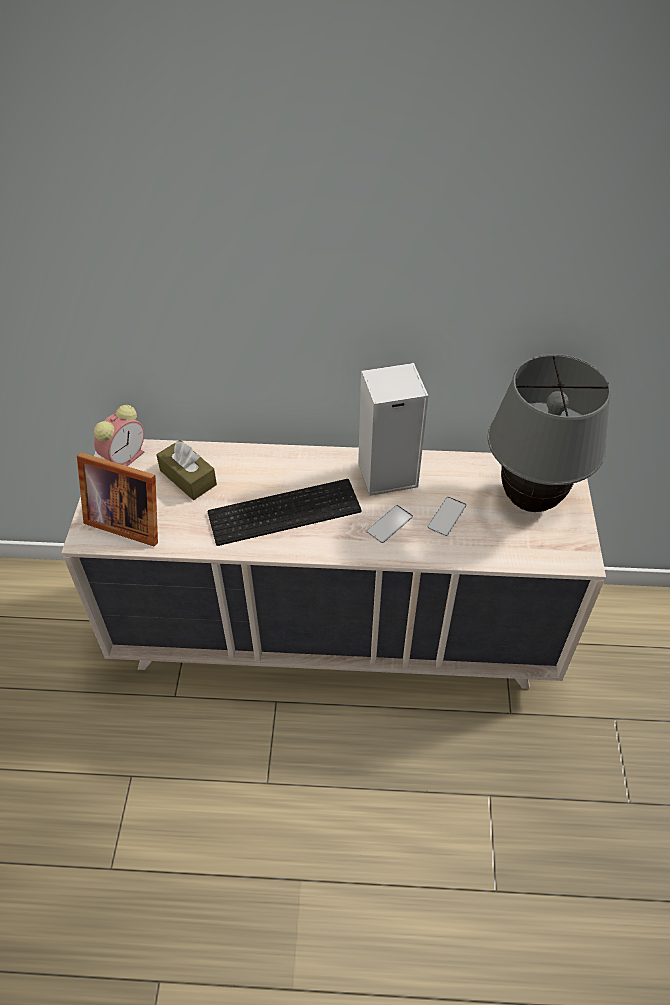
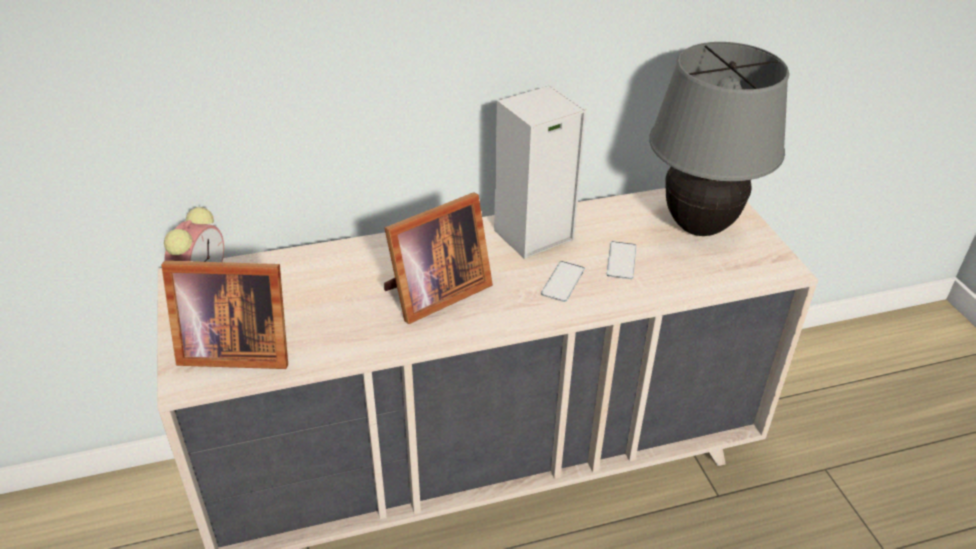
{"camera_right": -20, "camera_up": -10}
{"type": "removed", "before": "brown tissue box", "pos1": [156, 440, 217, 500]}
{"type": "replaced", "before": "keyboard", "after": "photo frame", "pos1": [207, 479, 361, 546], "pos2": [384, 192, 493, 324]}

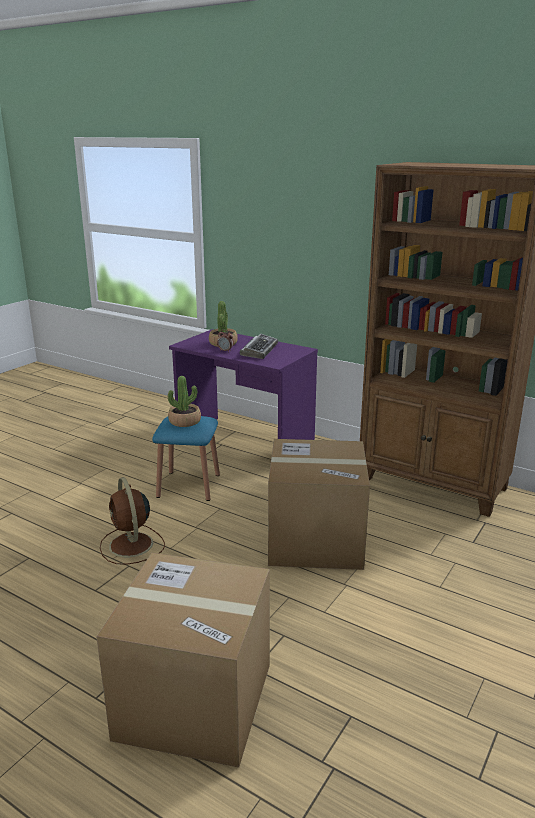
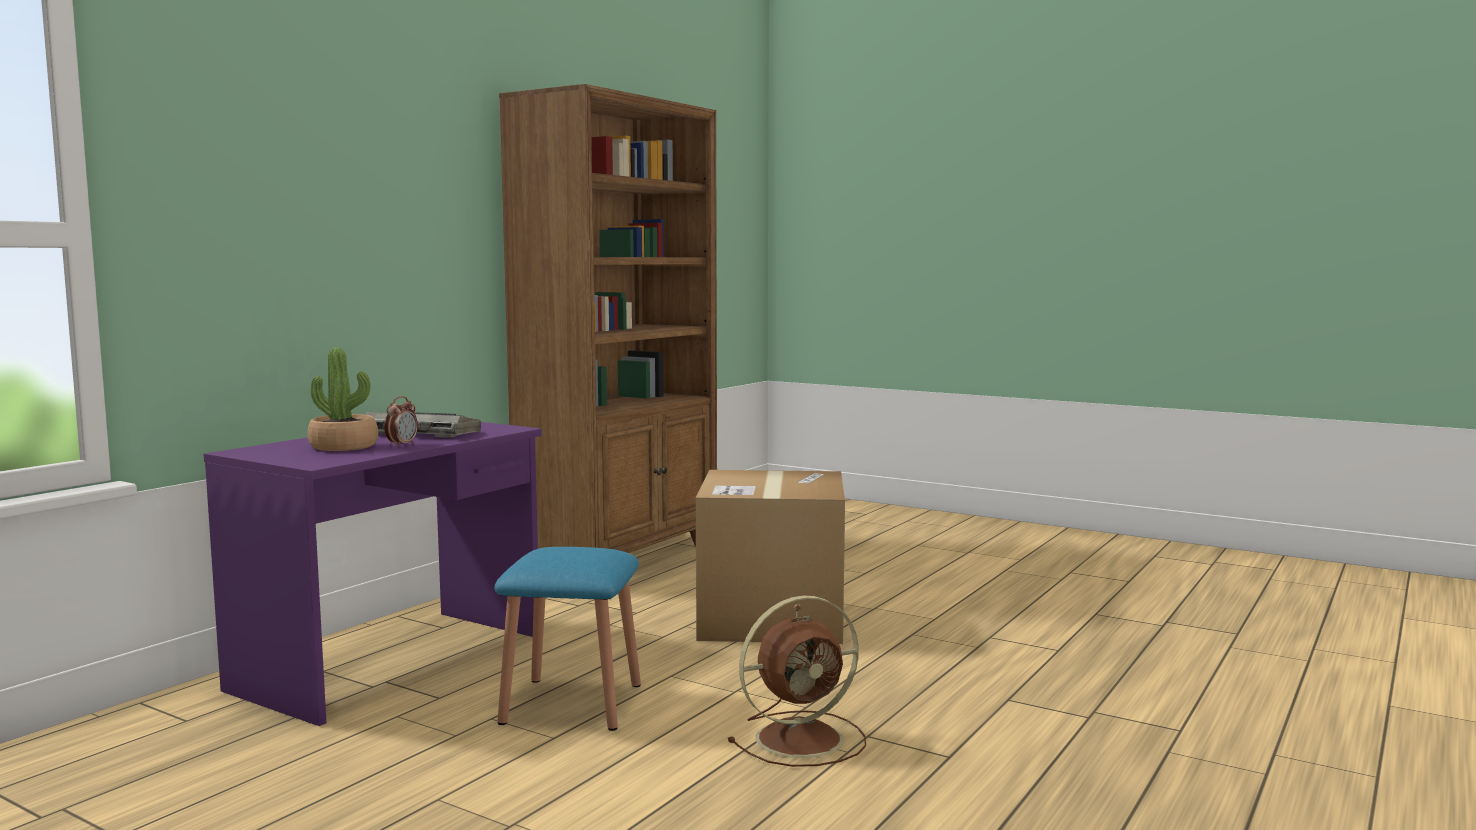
{"camera_right": -90, "camera_up": -15}
{"type": "removed", "before": "houseplant", "pos1": [168, 376, 201, 427]}
{"type": "removed", "before": "carton", "pos1": [96, 553, 270, 768]}

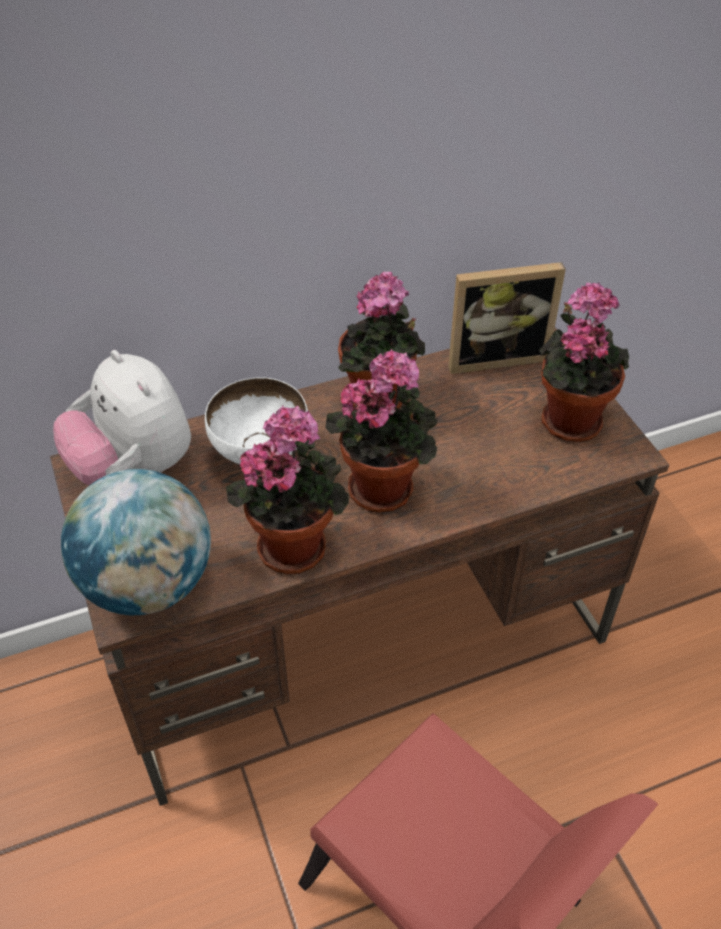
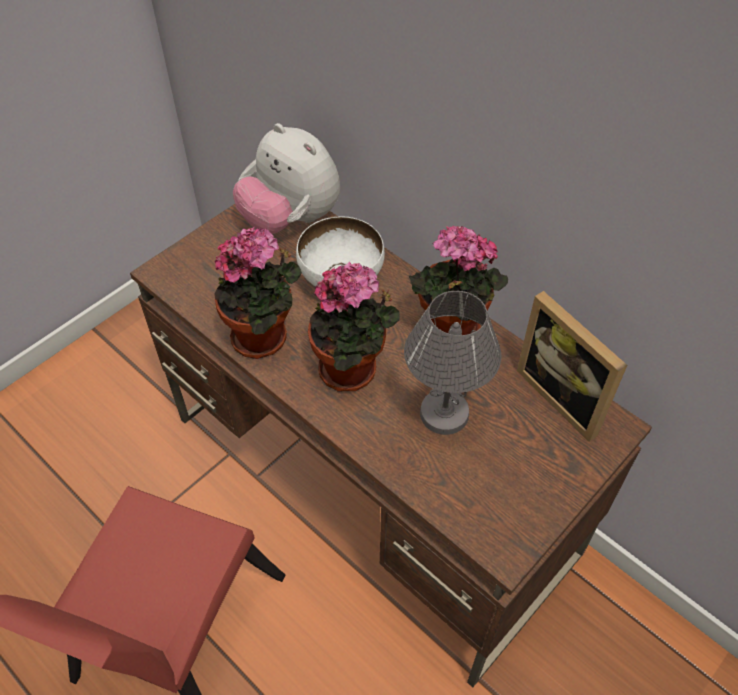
{"camera_right": 65, "camera_up": 5}
{"type": "removed", "before": "houseplant", "pos1": [539, 283, 629, 442]}
{"type": "turned", "before": "cuddly toy", "pos1": [53, 350, 191, 485], "pos2": [233, 123, 340, 234], "turn": -75}
{"type": "removed", "before": "world globe", "pos1": [61, 469, 211, 616]}
{"type": "added", "after": "gray table lamp", "pos2": [404, 291, 501, 435]}

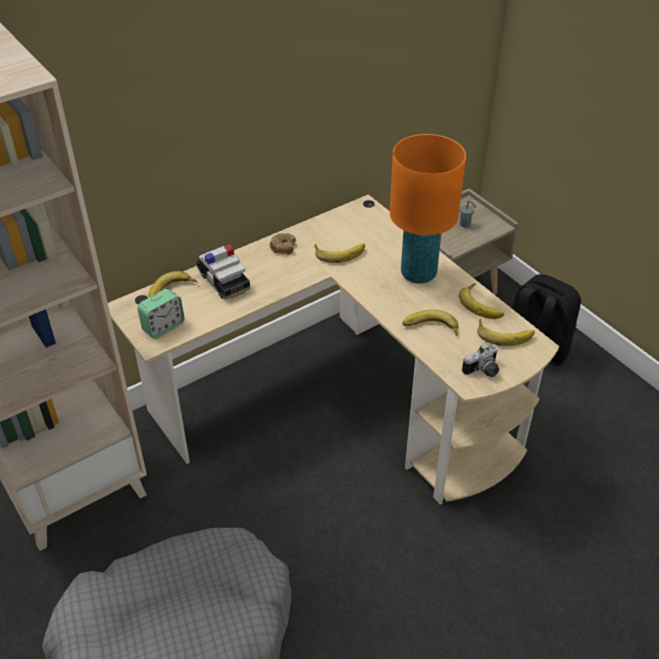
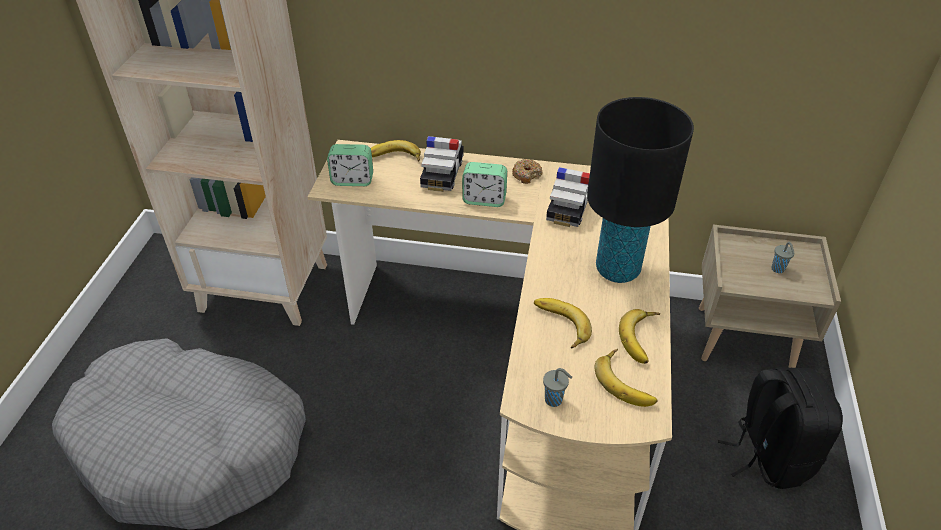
{"camera_right": 45, "camera_up": 0}
{"type": "recoloured", "before": "orange-coloured table lamp", "after": "black-coloured table lamp", "pos1": [390, 134, 466, 284], "pos2": [587, 97, 694, 283]}
{"type": "replaced", "before": "banana fruit", "after": "miniature car", "pos1": [314, 243, 365, 263], "pos2": [546, 167, 590, 227]}
{"type": "replaced", "before": "still camera", "after": "gray drinking cup", "pos1": [462, 344, 499, 377], "pos2": [543, 368, 572, 407]}
{"type": "added", "after": "bedside clock", "pos2": [462, 162, 507, 207]}

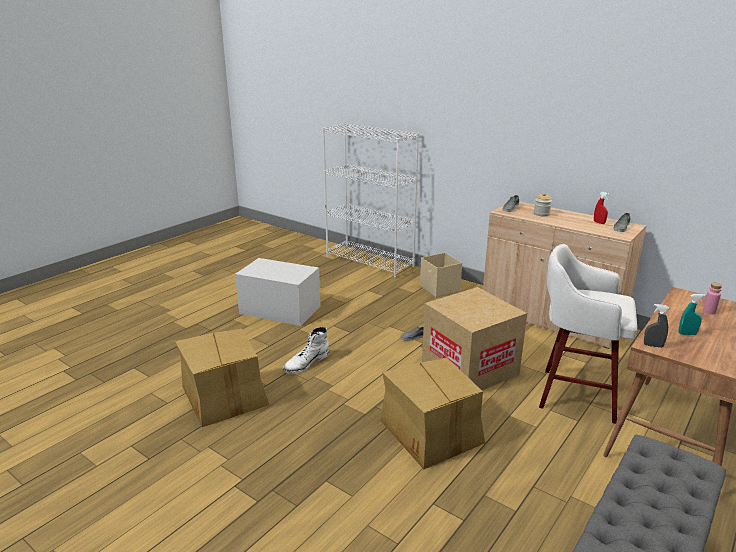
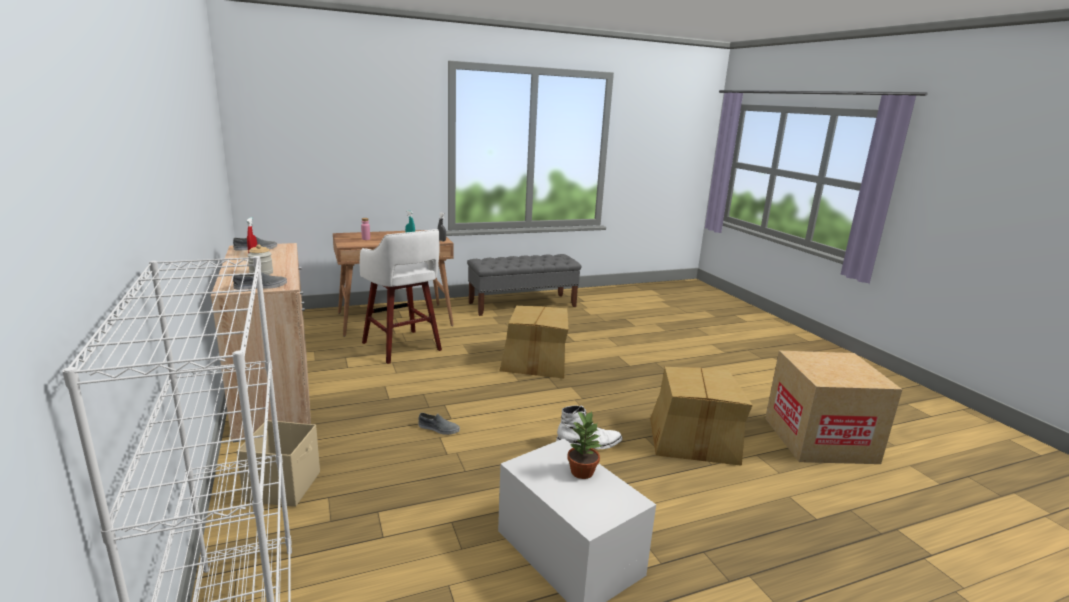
{"camera_right": -150, "camera_up": -5}
{"type": "moved", "before": "carton", "pos1": [422, 287, 527, 390], "pos2": [765, 351, 902, 464]}
{"type": "added", "after": "houseplant", "pos2": [567, 411, 603, 479]}

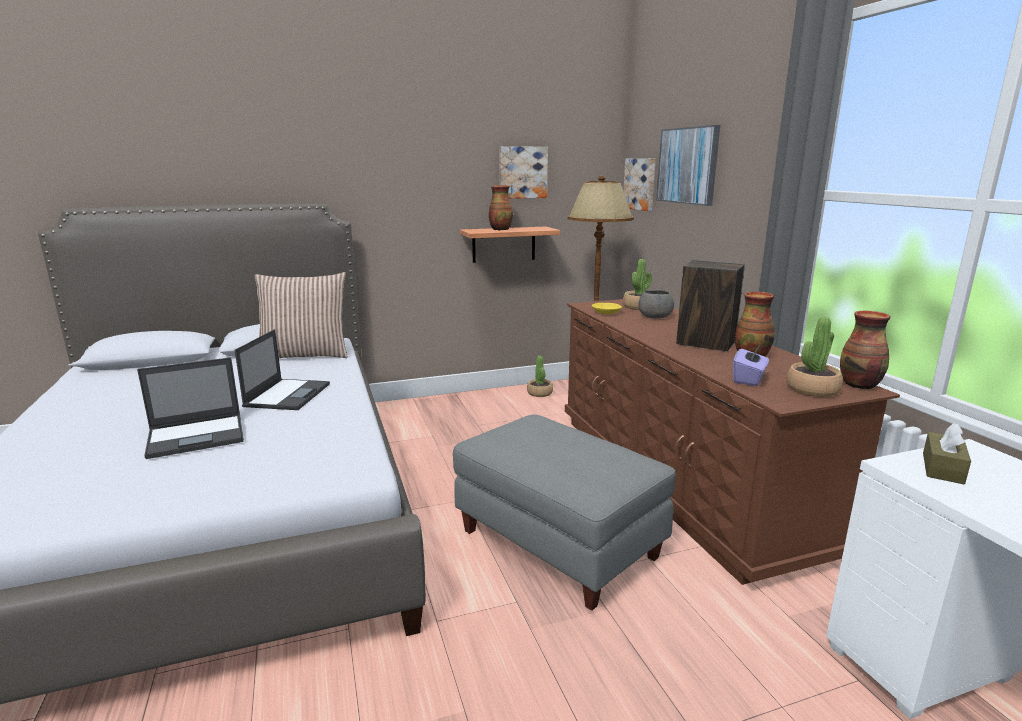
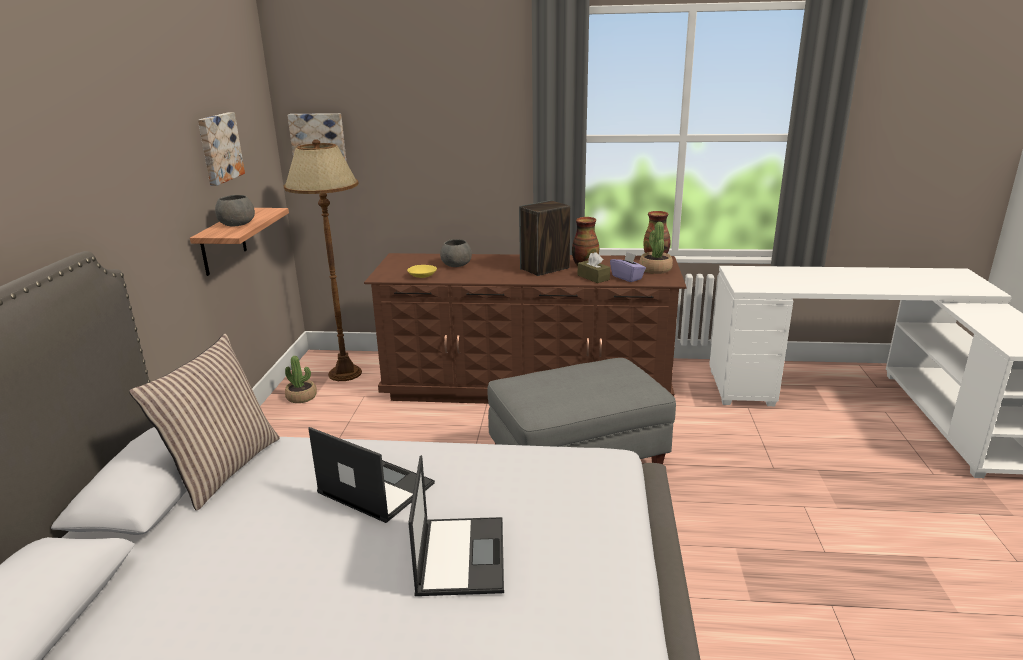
{"camera_right": -65, "camera_up": 5}
{"type": "removed", "before": "picture", "pos1": [656, 125, 720, 206]}
{"type": "replaced", "before": "flower vase", "after": "gray bowl", "pos1": [489, 185, 513, 230], "pos2": [215, 195, 255, 226]}
{"type": "removed", "before": "houseplant", "pos1": [623, 259, 652, 310]}
{"type": "moved", "before": "brown tissue box", "pos1": [923, 423, 971, 484], "pos2": [578, 252, 610, 283]}

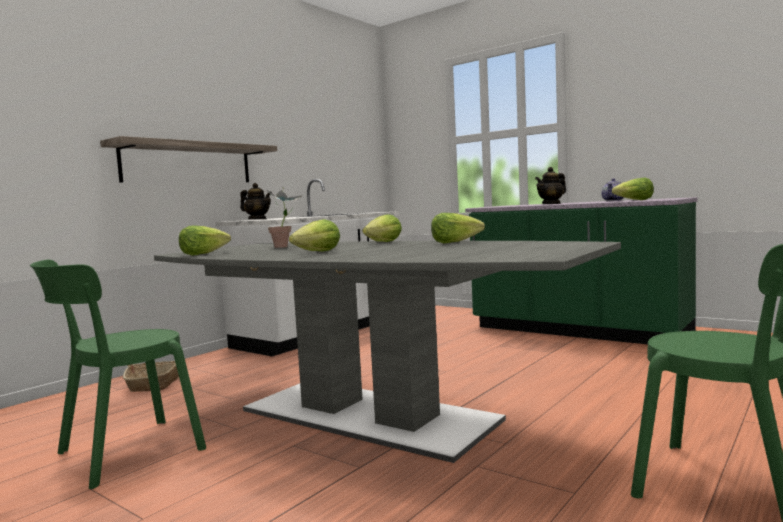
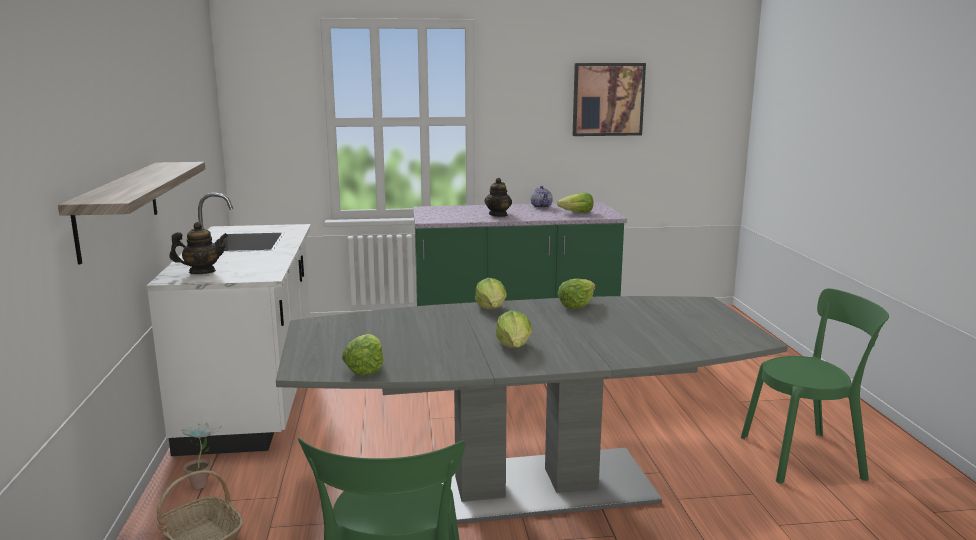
{"camera_right": -45, "camera_up": 10}
{"type": "moved", "before": "houseplant", "pos1": [267, 187, 303, 248], "pos2": [181, 423, 222, 489]}
{"type": "added", "after": "picture", "pos2": [573, 63, 646, 136]}

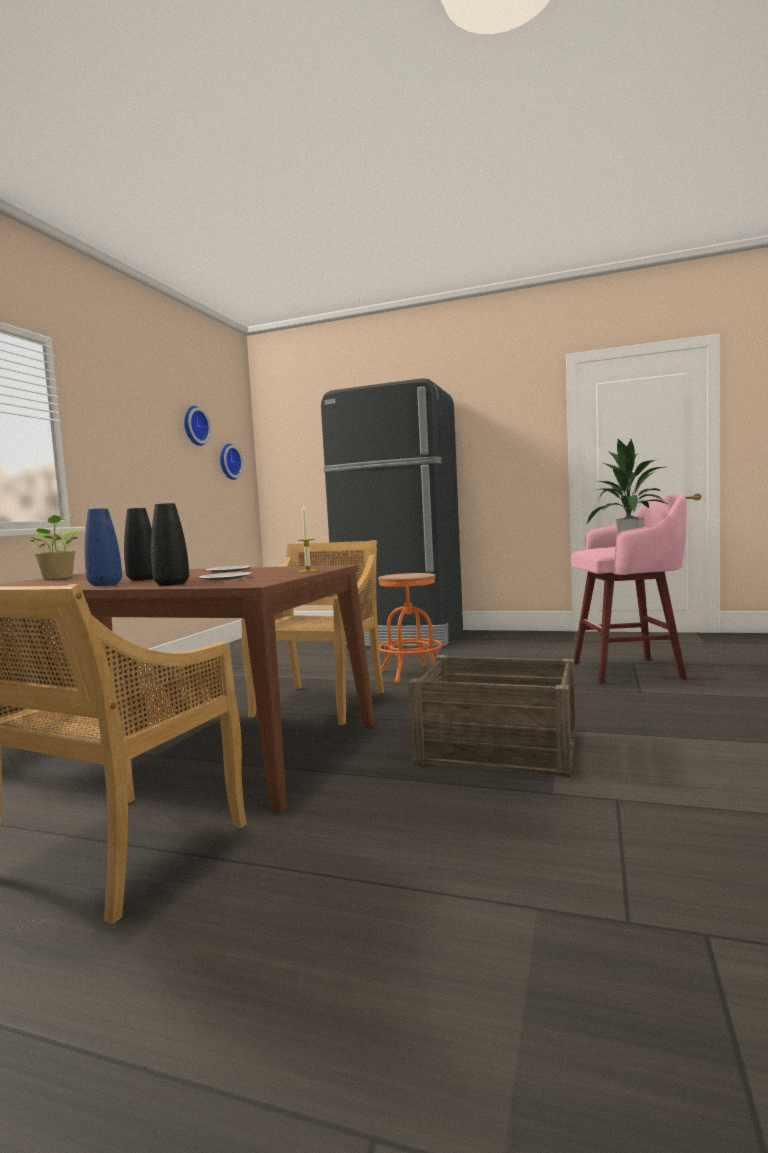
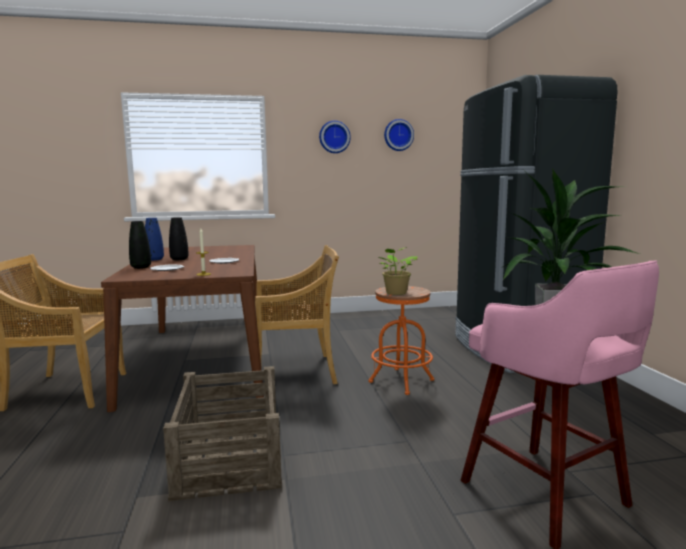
{"camera_right": 60, "camera_up": 5}
{"type": "moved", "before": "clock on the wall", "pos1": [220, 444, 243, 480], "pos2": [319, 121, 351, 153]}
{"type": "moved", "before": "houseplant", "pos1": [26, 515, 82, 579], "pos2": [378, 247, 418, 295]}

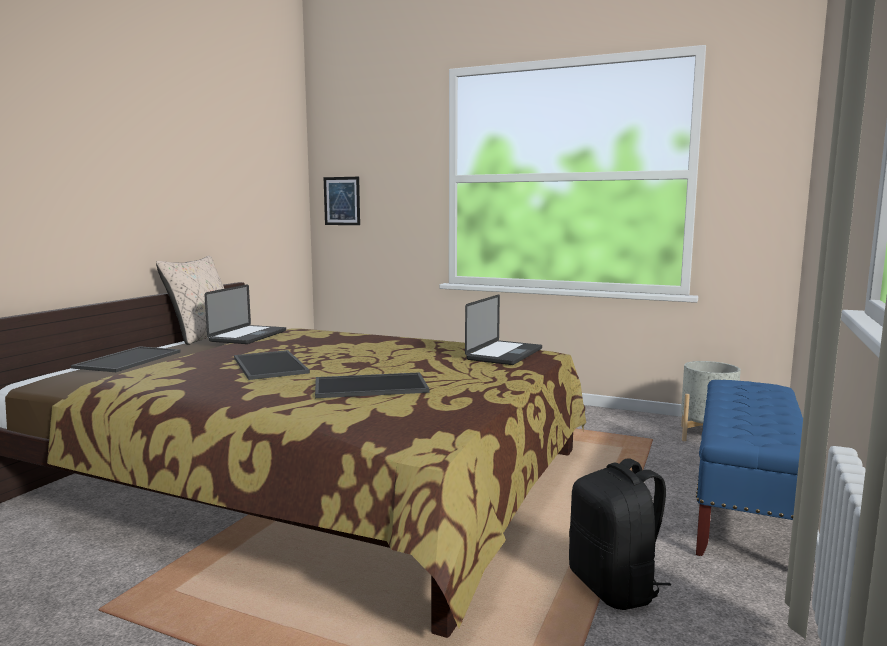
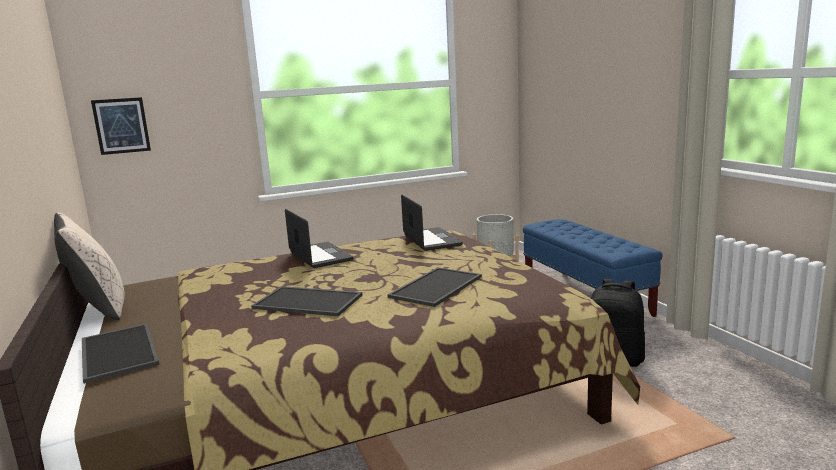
{"camera_right": -45, "camera_up": 5}
{"type": "moved", "before": "laptop", "pos1": [205, 284, 286, 344], "pos2": [285, 209, 353, 268]}

